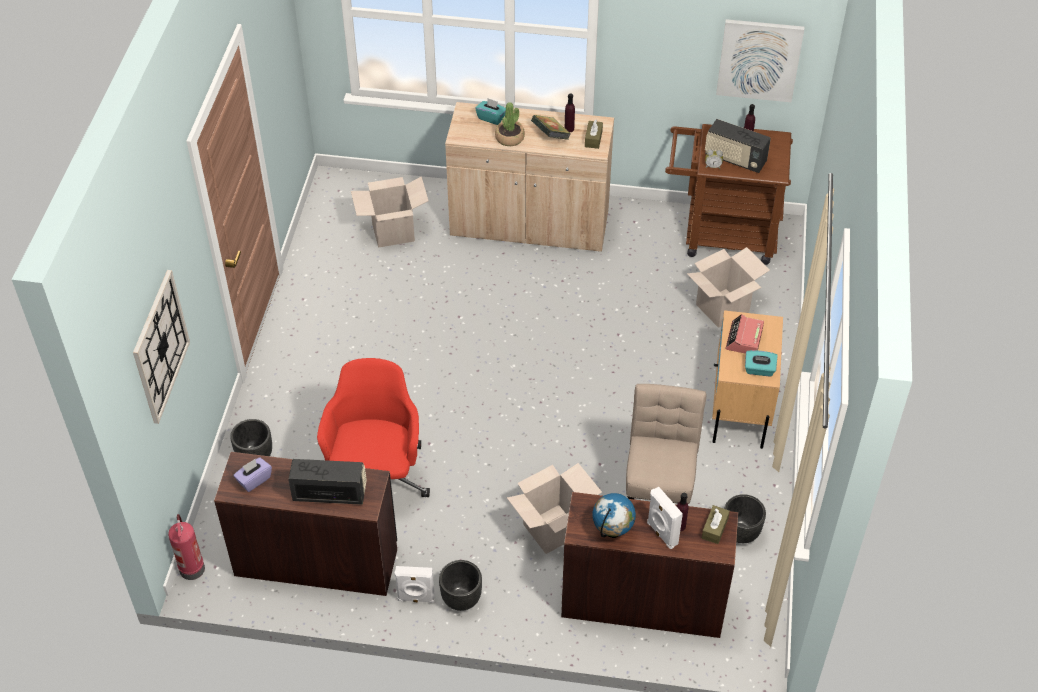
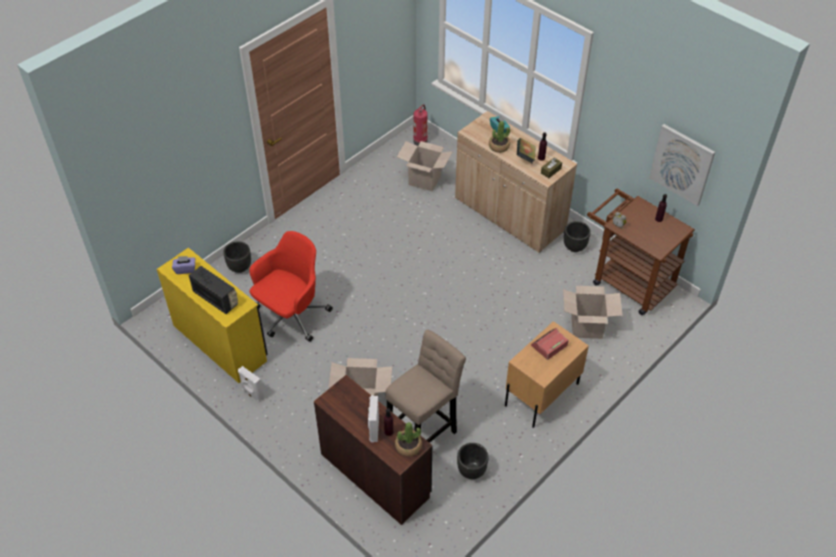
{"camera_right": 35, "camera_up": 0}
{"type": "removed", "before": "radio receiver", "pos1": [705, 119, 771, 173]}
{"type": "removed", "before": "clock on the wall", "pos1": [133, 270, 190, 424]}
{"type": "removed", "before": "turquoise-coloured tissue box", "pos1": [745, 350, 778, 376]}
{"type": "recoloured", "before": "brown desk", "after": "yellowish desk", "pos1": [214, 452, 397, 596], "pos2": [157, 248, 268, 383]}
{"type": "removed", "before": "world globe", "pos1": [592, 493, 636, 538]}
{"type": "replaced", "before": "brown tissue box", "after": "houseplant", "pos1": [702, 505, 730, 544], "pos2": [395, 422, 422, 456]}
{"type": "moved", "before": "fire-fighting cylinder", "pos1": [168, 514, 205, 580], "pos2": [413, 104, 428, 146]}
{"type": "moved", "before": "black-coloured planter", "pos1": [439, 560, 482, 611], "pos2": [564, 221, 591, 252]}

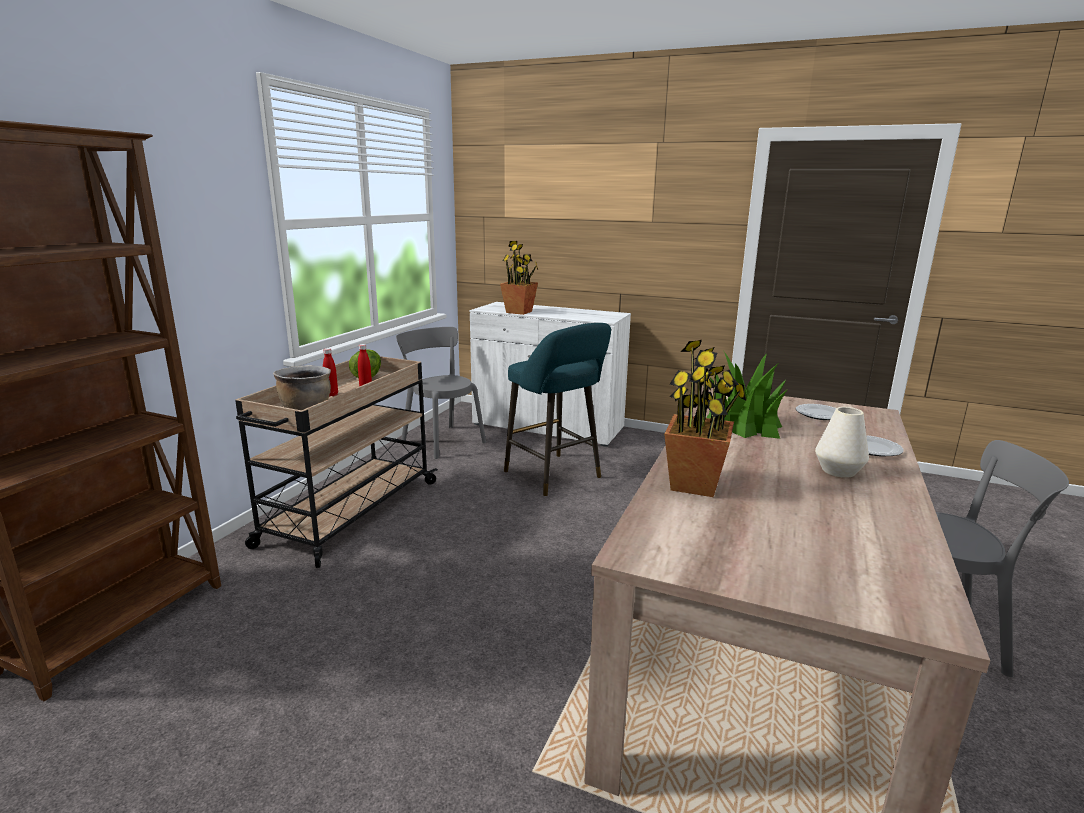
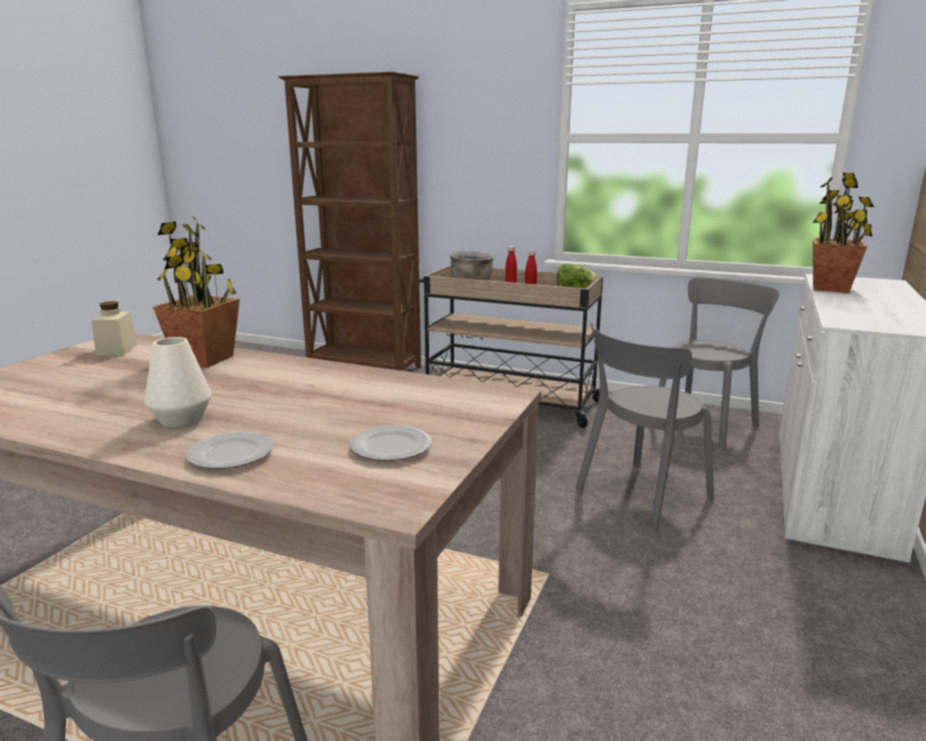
{"camera_right": 90, "camera_up": 0}
{"type": "replaced", "before": "turquoise-coloured sitting stool", "after": "gray plain chair", "pos1": [504, 323, 611, 496], "pos2": [576, 322, 714, 531]}
{"type": "removed", "before": "houseplant", "pos1": [706, 352, 788, 439]}
{"type": "added", "after": "beige-coloured storage jar", "pos2": [91, 301, 137, 356]}

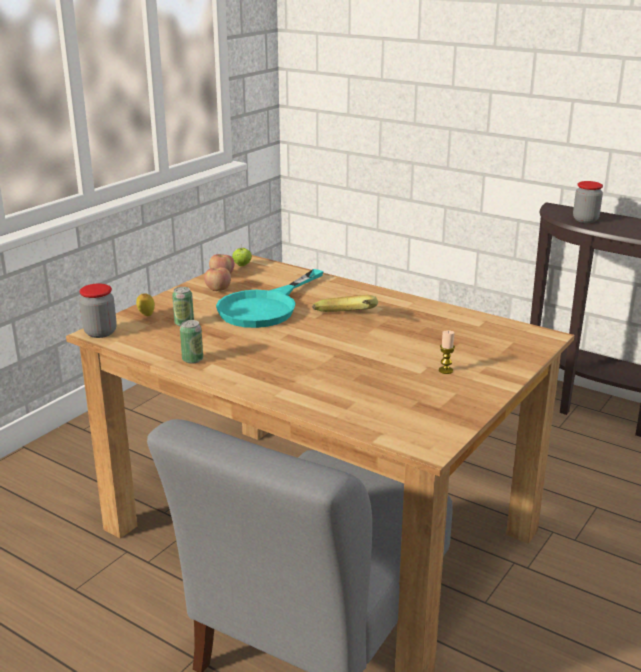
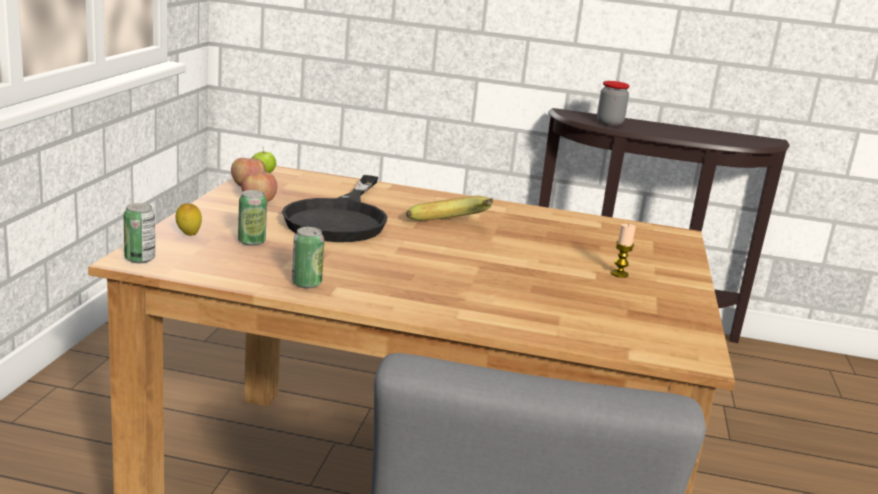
{"camera_right": -25, "camera_up": -5}
{"type": "recoloured", "before": "turquoise-coloured frying pan", "after": "black-coloured frying pan", "pos1": [216, 269, 324, 328], "pos2": [282, 175, 388, 242]}
{"type": "replaced", "before": "storage jar", "after": "metal can", "pos1": [79, 283, 117, 338], "pos2": [124, 203, 155, 263]}

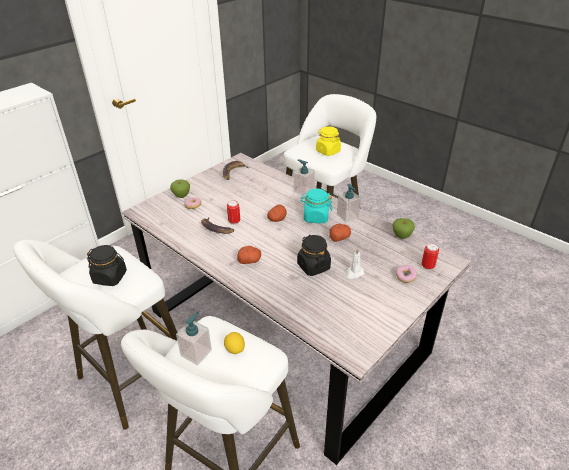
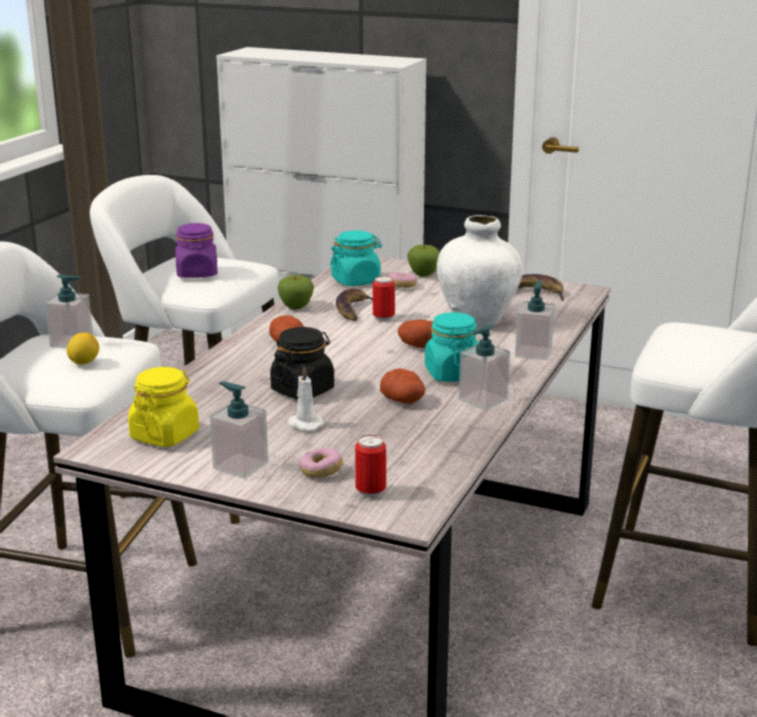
{"camera_right": 70, "camera_up": -15}
{"type": "moved", "before": "yellowish storage jar", "pos1": [316, 126, 341, 156], "pos2": [128, 367, 199, 447]}
{"type": "moved", "before": "apple", "pos1": [392, 218, 415, 239], "pos2": [278, 275, 314, 310]}
{"type": "recoloured", "before": "black-coloured storage jar", "after": "purple-coloured storage jar", "pos1": [87, 245, 127, 286], "pos2": [175, 223, 218, 278]}
{"type": "added", "after": "white-coloured flower vase", "pos2": [437, 215, 522, 327]}
{"type": "added", "after": "turquoise-coloured storage jar", "pos2": [330, 230, 382, 286]}
{"type": "added", "after": "liquid soap bottle", "pos2": [210, 381, 268, 479]}

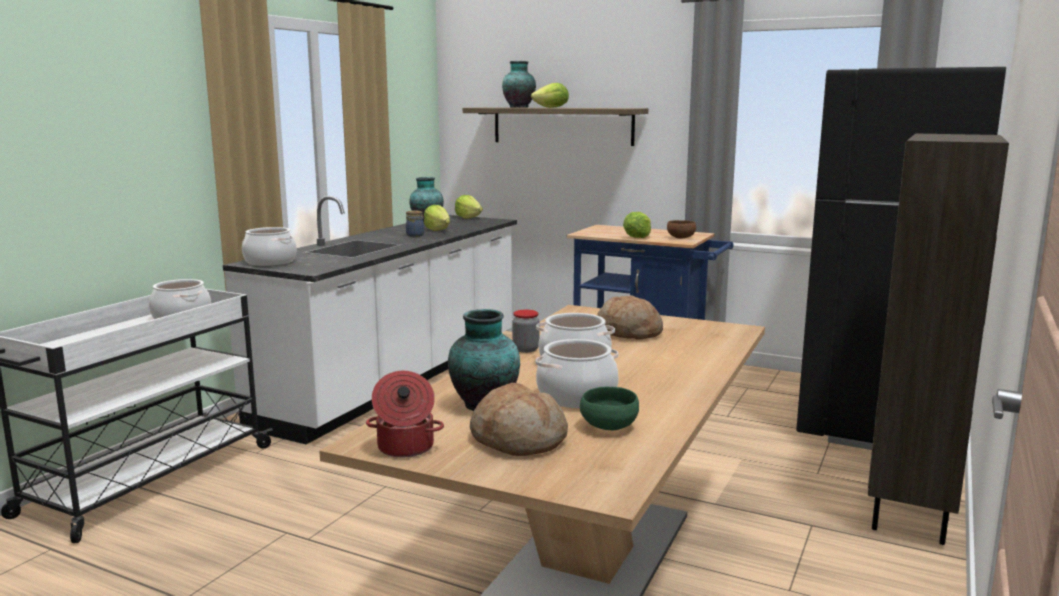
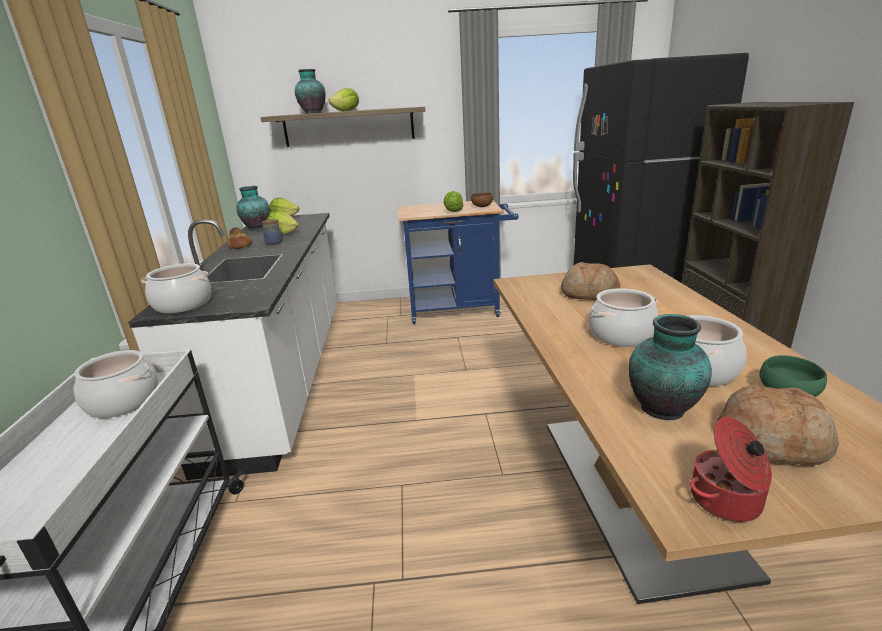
{"camera_right": -30, "camera_up": 10}
{"type": "removed", "before": "storage jar", "pos1": [512, 310, 539, 353]}
{"type": "added", "after": "bakery bread", "pos2": [228, 227, 252, 249]}

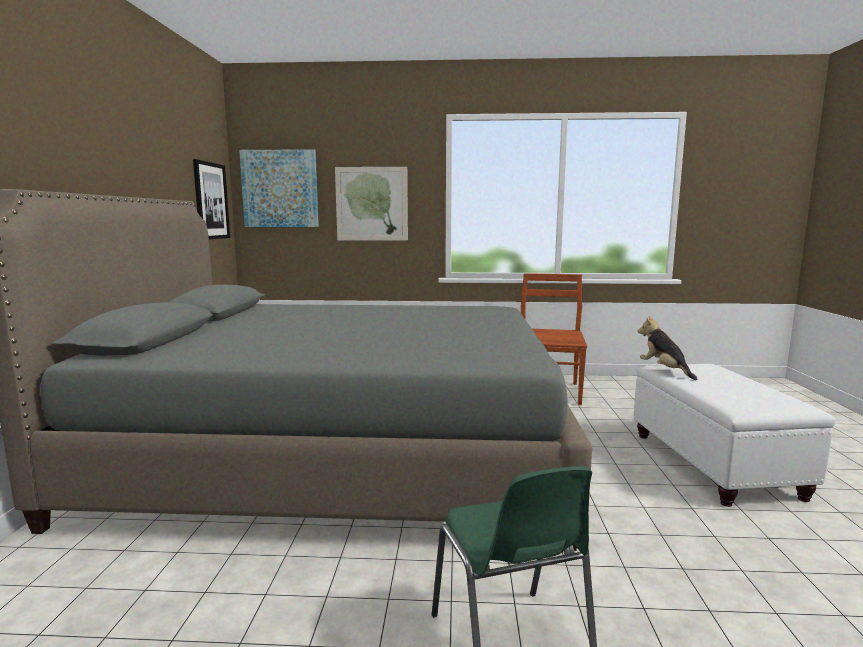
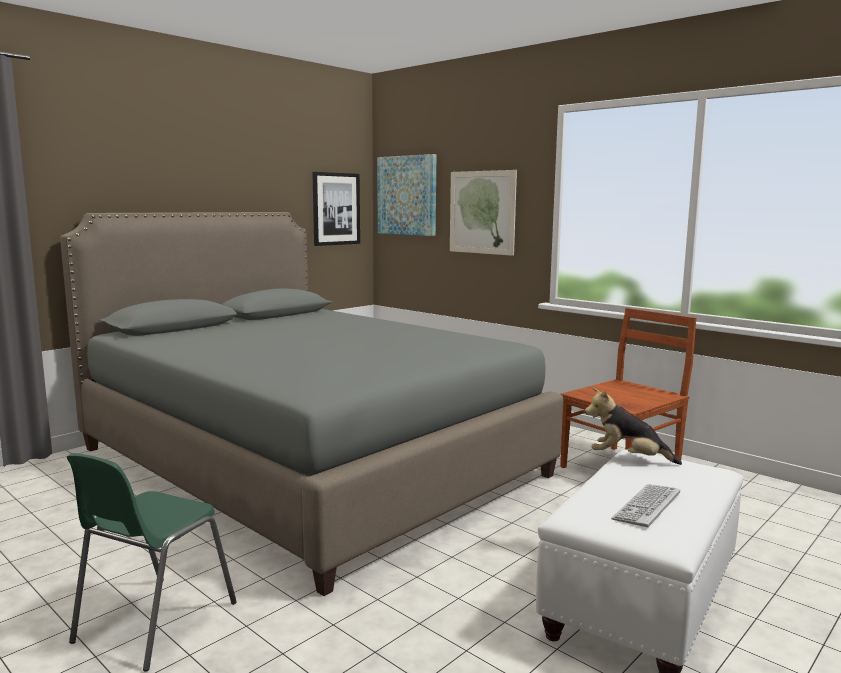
{"camera_right": 40, "camera_up": 0}
{"type": "turned", "before": "cuddly toy", "pos1": [638, 316, 697, 380], "pos2": [585, 388, 682, 465], "turn": -90}
{"type": "added", "after": "keyboard", "pos2": [611, 484, 680, 527]}

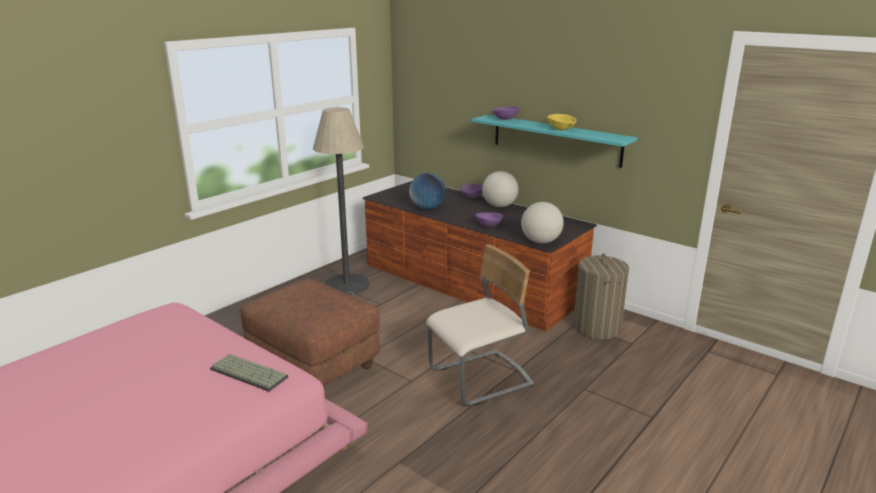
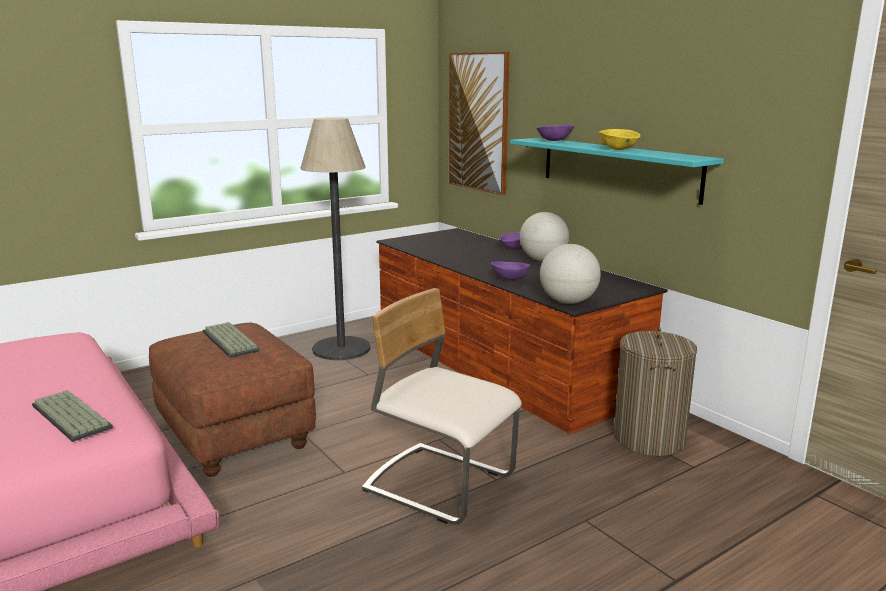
{"camera_right": 15, "camera_up": -5}
{"type": "removed", "before": "world globe", "pos1": [409, 173, 445, 210]}
{"type": "turned", "before": "beige-coloured plain chair", "pos1": [426, 244, 534, 406], "pos2": [362, 288, 522, 525], "turn": -135}
{"type": "added", "after": "picture", "pos2": [449, 52, 510, 195]}
{"type": "added", "after": "keyboard", "pos2": [203, 322, 260, 358]}

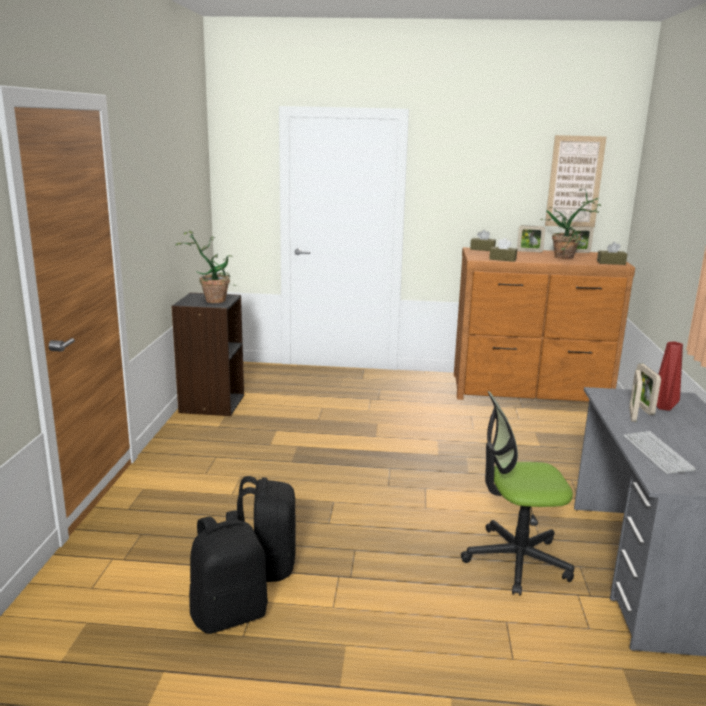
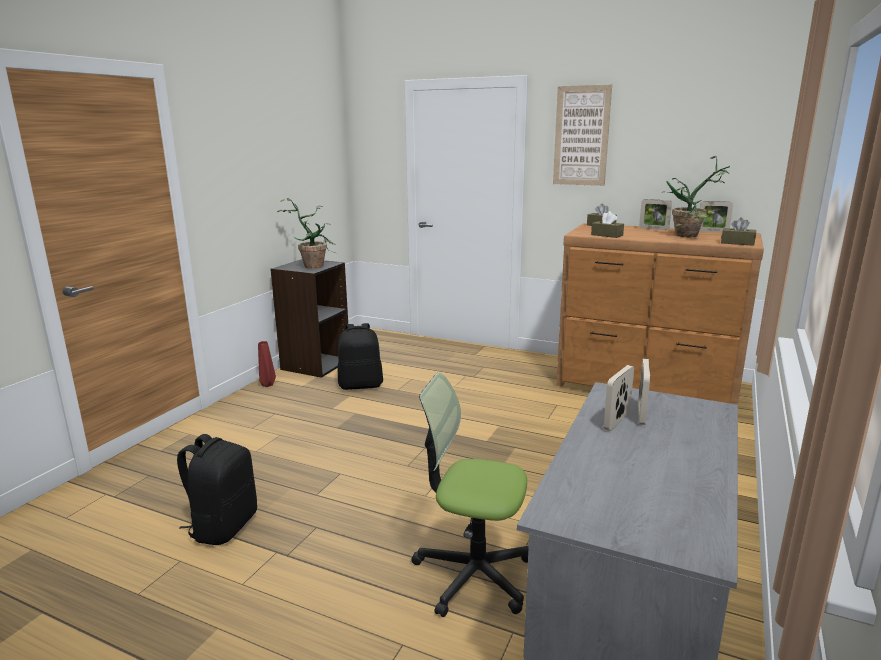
{"camera_right": 20, "camera_up": 0}
{"type": "moved", "before": "picture", "pos1": [545, 135, 607, 228], "pos2": [553, 84, 612, 186]}
{"type": "moved", "before": "reddish flower vase", "pos1": [656, 342, 683, 411], "pos2": [258, 341, 276, 387]}
{"type": "removed", "before": "keyboard", "pos1": [623, 431, 696, 474]}
{"type": "moved", "before": "black-coloured rucksack", "pos1": [189, 510, 268, 634], "pos2": [338, 323, 383, 390]}

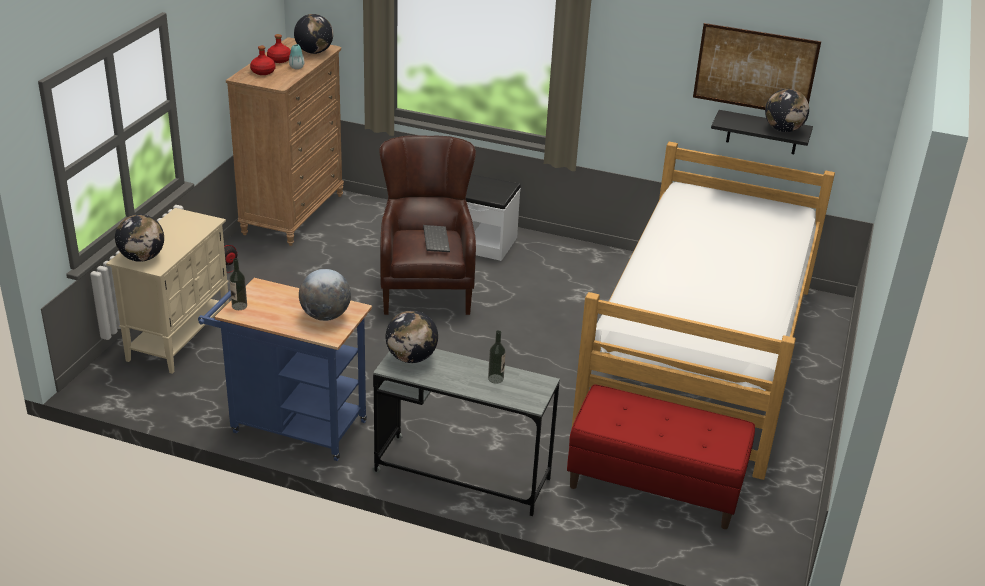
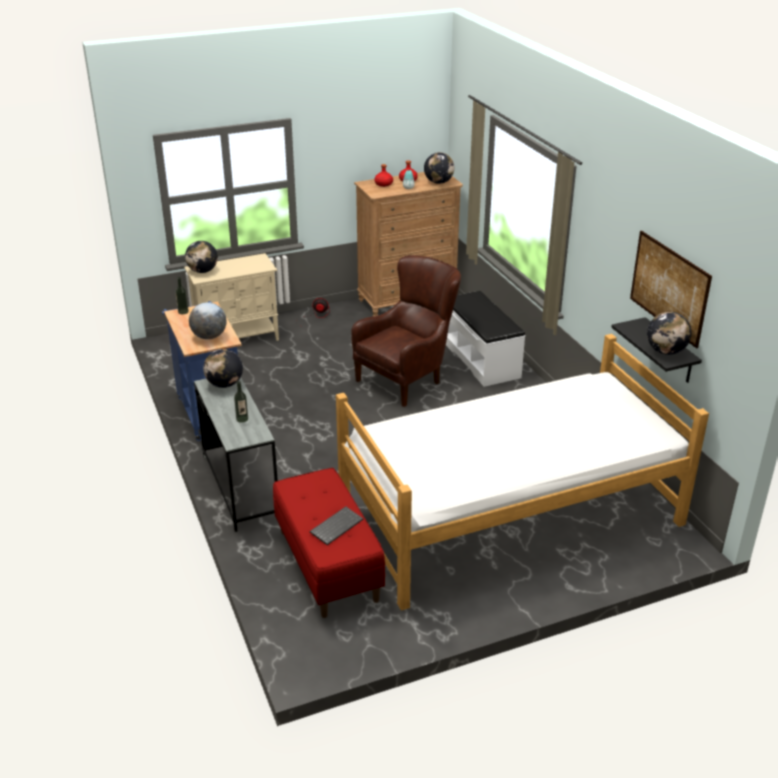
{"camera_right": 50, "camera_up": 0}
{"type": "moved", "before": "keyboard", "pos1": [423, 225, 450, 252], "pos2": [310, 507, 363, 545]}

